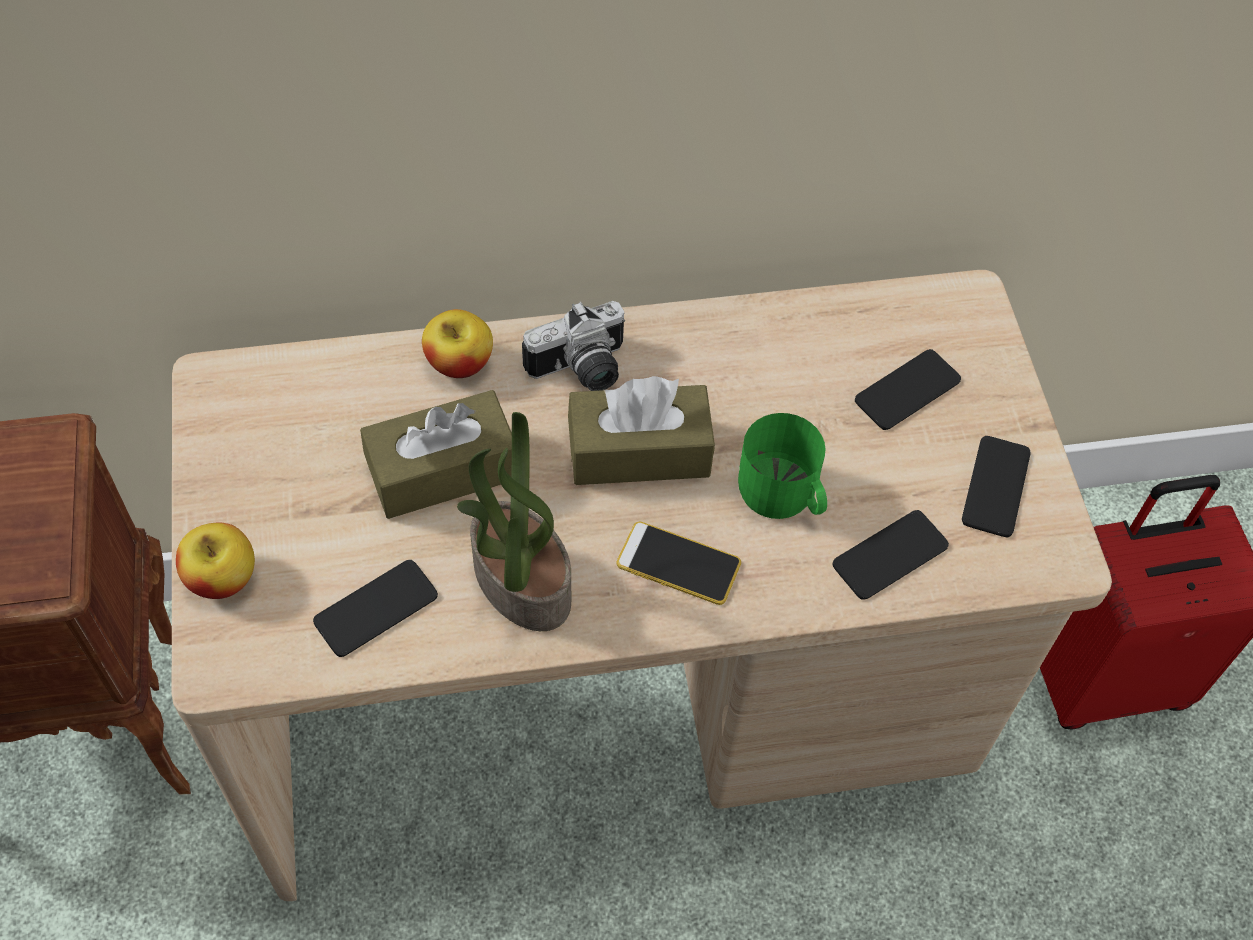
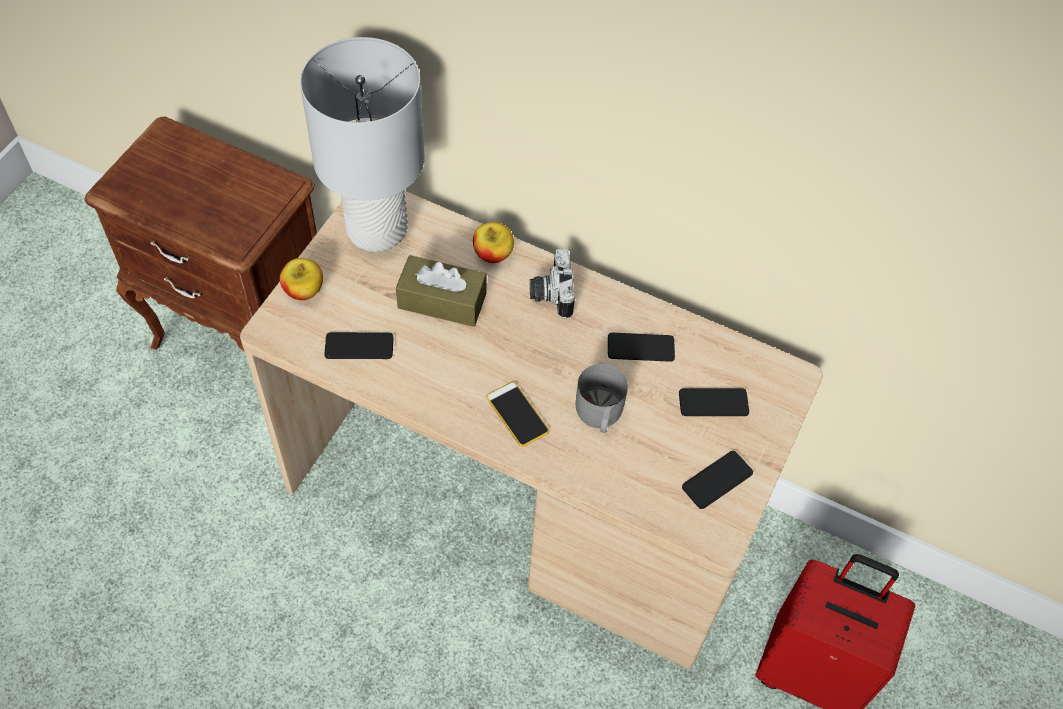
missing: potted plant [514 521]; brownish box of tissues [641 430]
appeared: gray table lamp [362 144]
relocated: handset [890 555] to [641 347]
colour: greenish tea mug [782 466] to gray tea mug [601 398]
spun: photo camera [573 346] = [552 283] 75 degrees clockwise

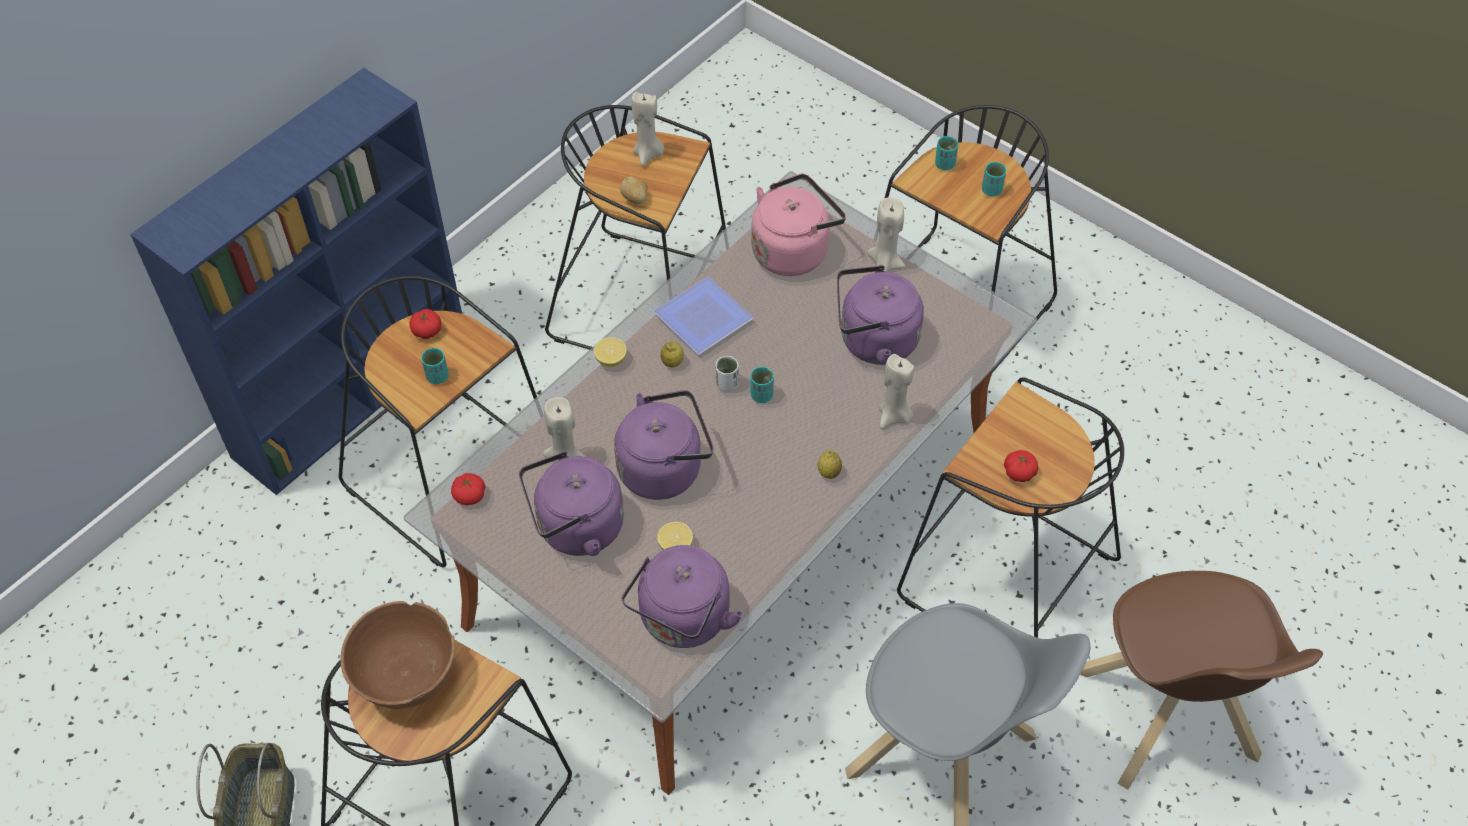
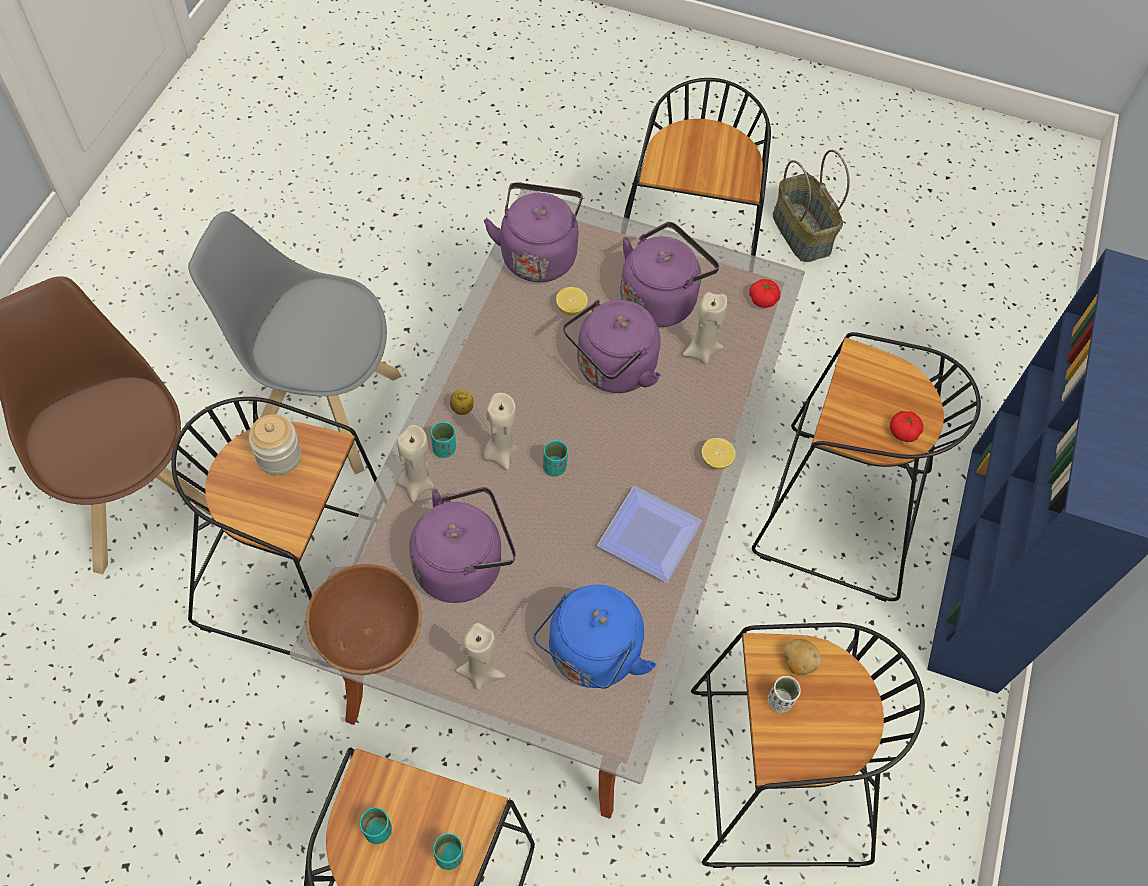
missing: whole lemon [672 354]
relocated: brownish bowl [397 655] to [364 619]; turquoise small cup [435 366] to [443 440]; beige-coloured wax light [647 129] to [501 431]; white-coloured small cup [727 374] to [784 694]
exchanged: whole tomato [1021 466] to storage jar [275 444]
colour: pink tea kettle [798 224] to bluish tea kettle [595 637]

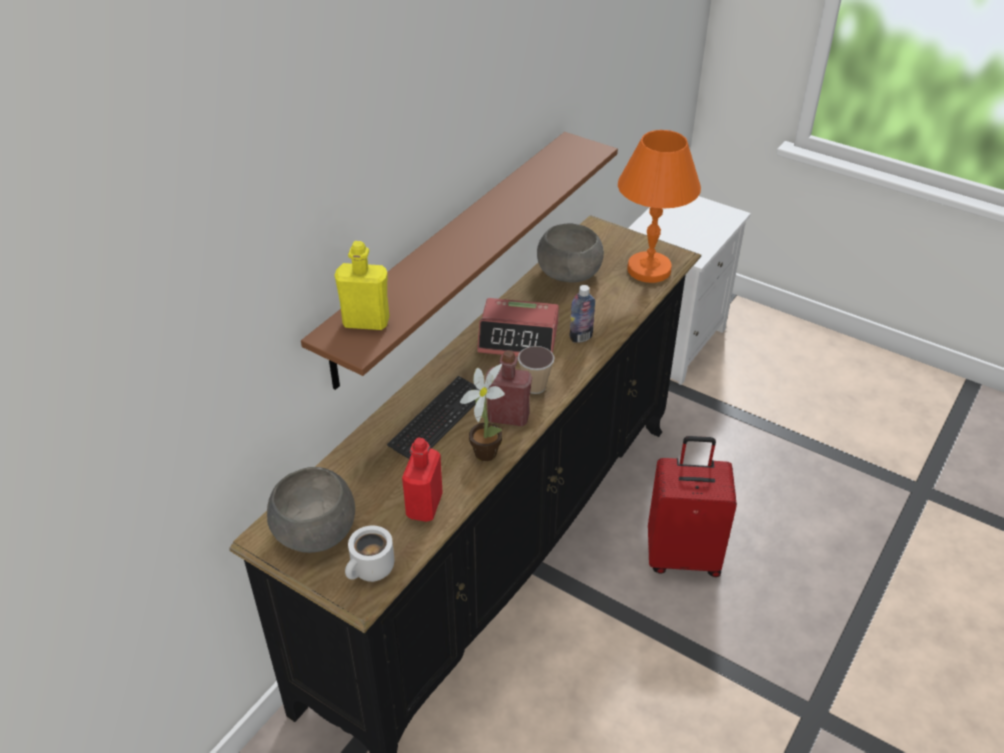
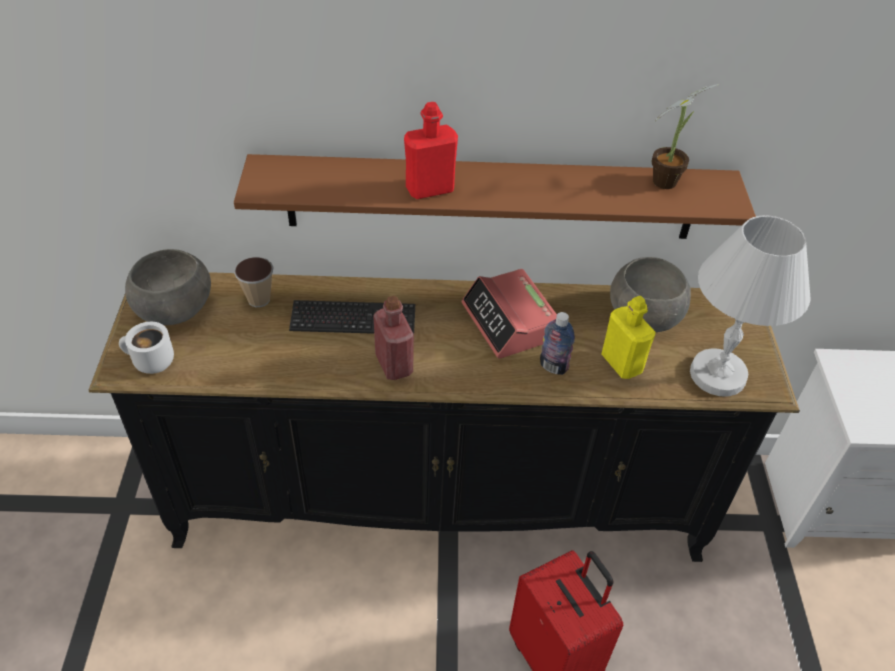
relocated: yellow-coloured beverage bottle [362 285] to [629 337]; reddish beverage bottle [422 479] to [431 150]; potted plant [482 412] to [685 136]; small cup [536 370] to [254 282]
colour: orangey table lamp [659 206] to white-coloured table lamp [750 305]

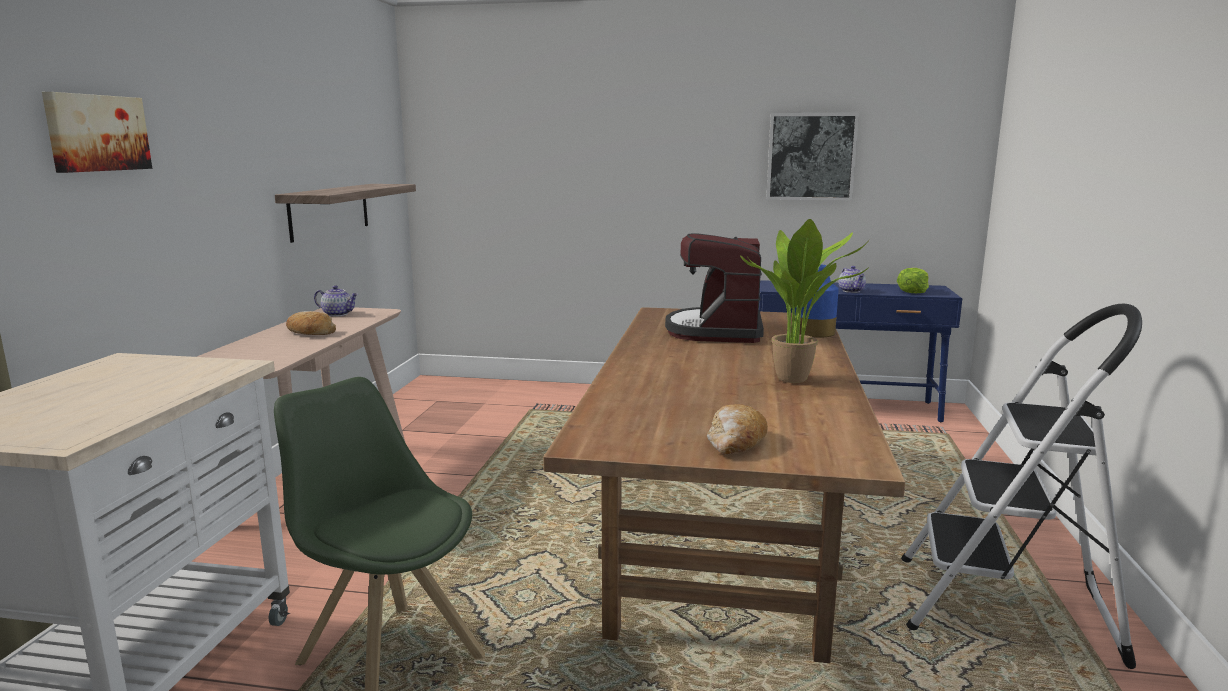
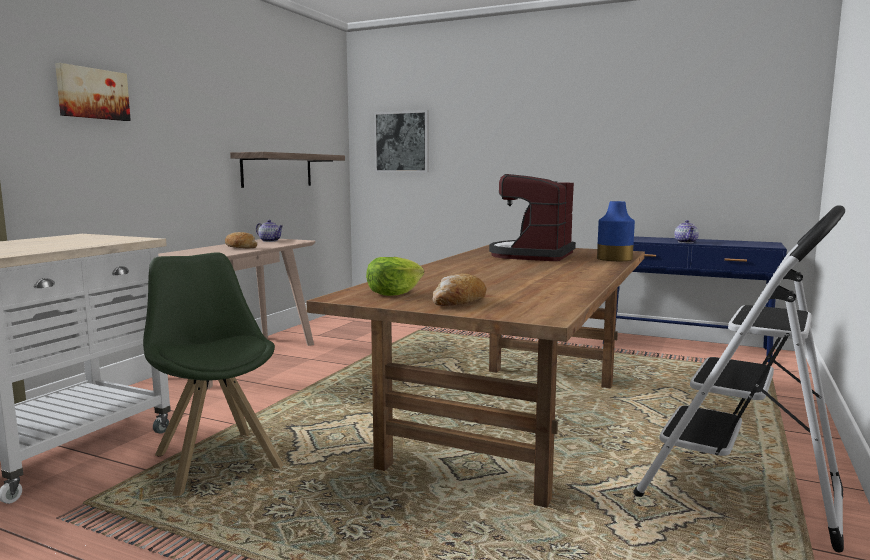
missing: potted plant [805 301]
relocated: wall picture [812 156] to [401 141]; head of lettuce [913 280] to [395 276]

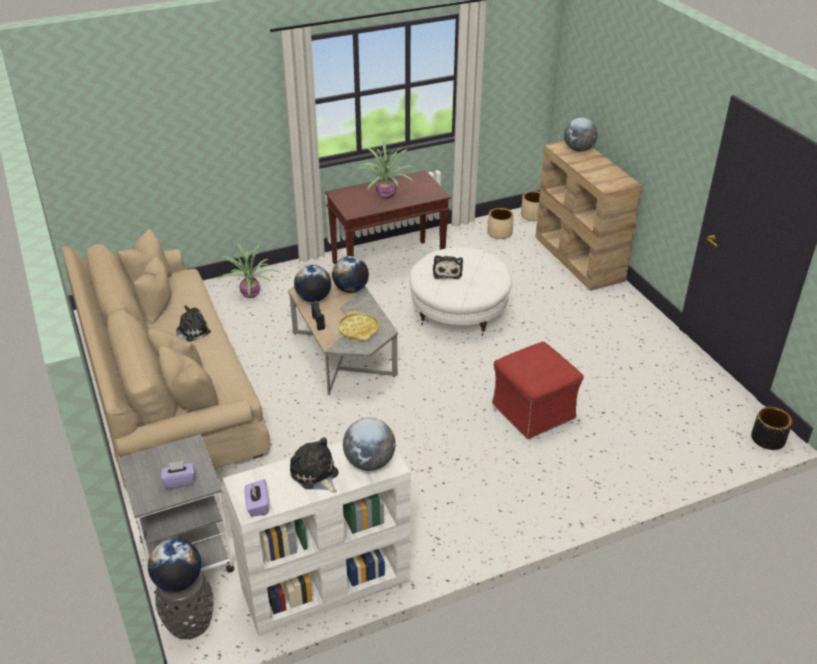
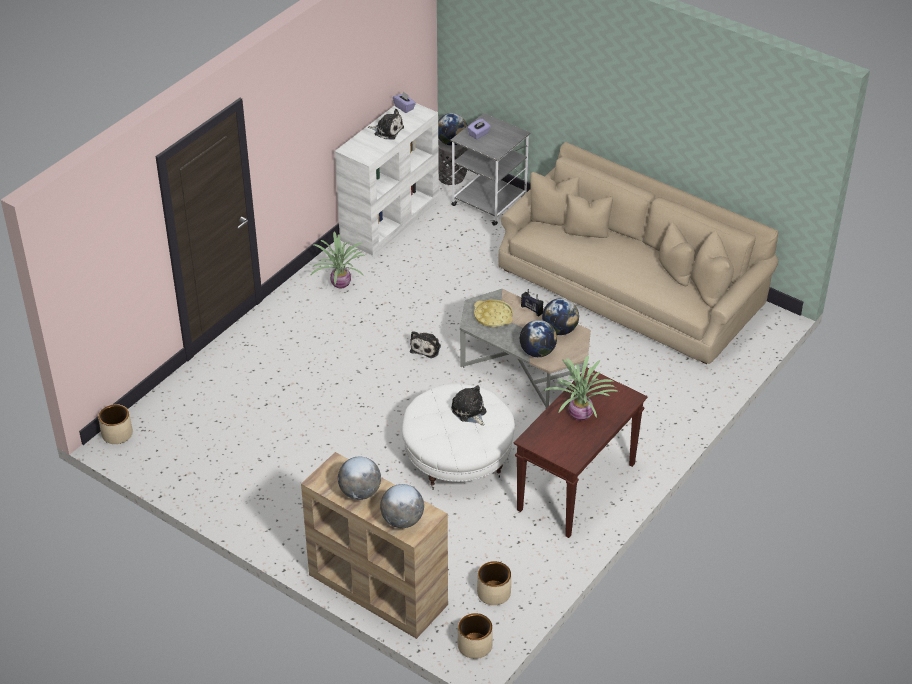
missing: reddish pouffe [538 390]
relocated: plush toy [193 323] to [425 344]; potted plant [249 271] to [337 260]; world globe [369 444] to [359 478]
colour: black-coloured flower pot [771 428] to beige-coloured flower pot [115 424]

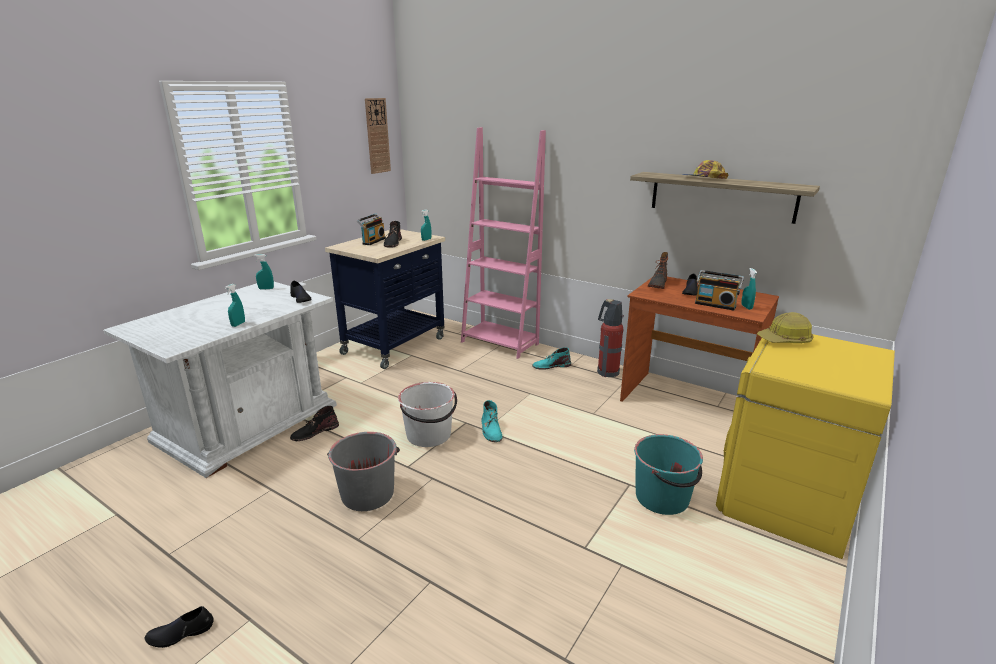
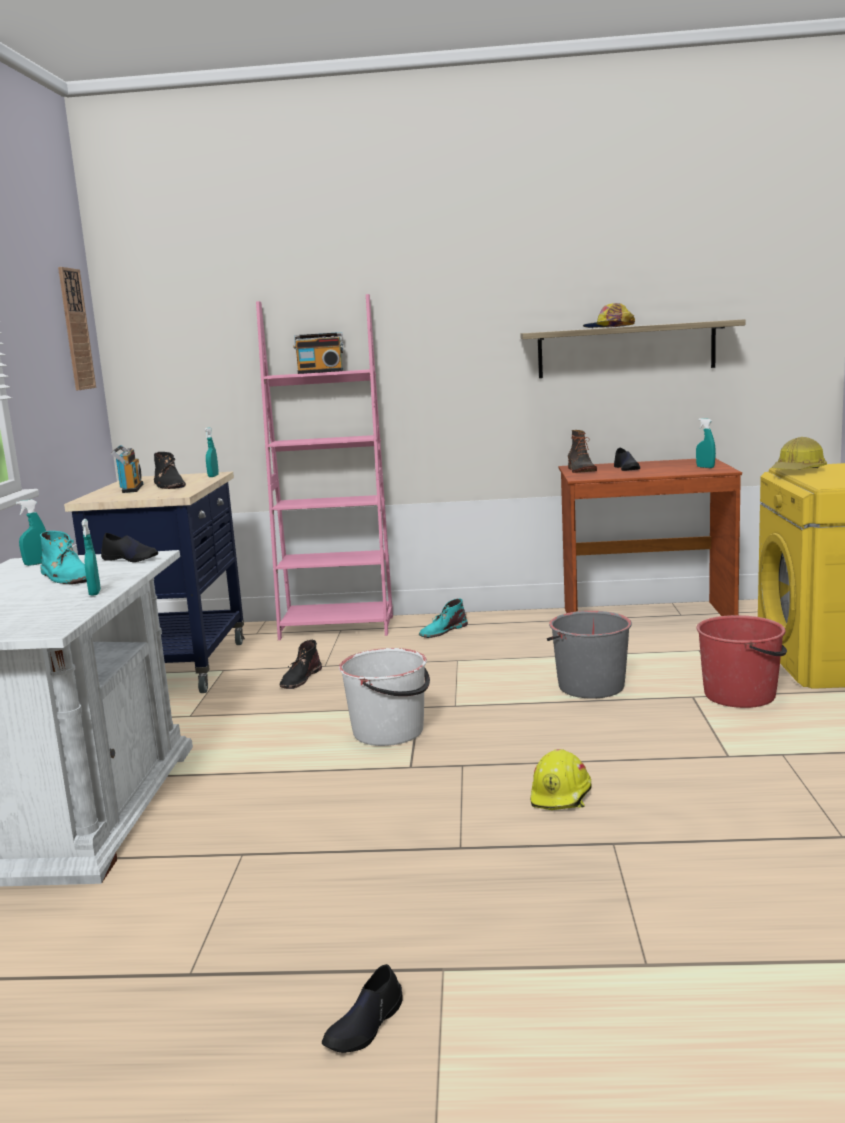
missing: fire-fighting cylinder [610 338]
appeared: yellow-coloured hard hat [561 779]
relocated: black-coloured high-top boot [314 423] to [301 664]; gray pail [363 471] to [589 655]; turquoise high-top boot [492 421] to [63 557]; radio receiver [719 290] to [318 353]
colour: turquoise pail [668 474] to reddish pail [741 661]

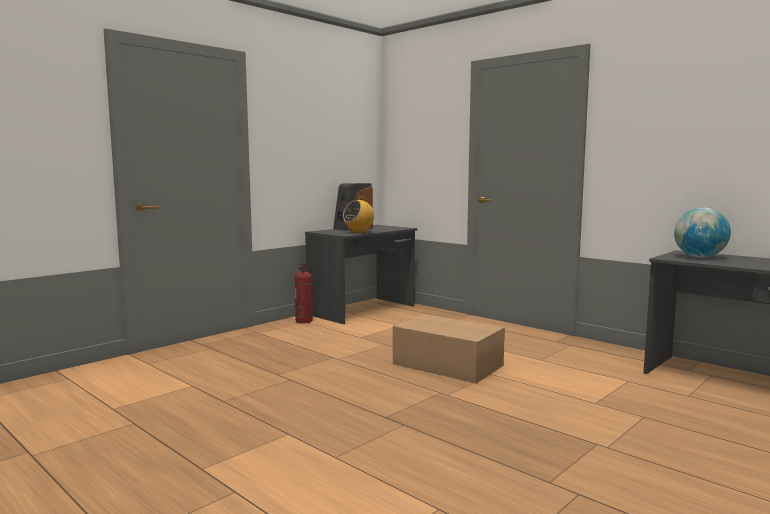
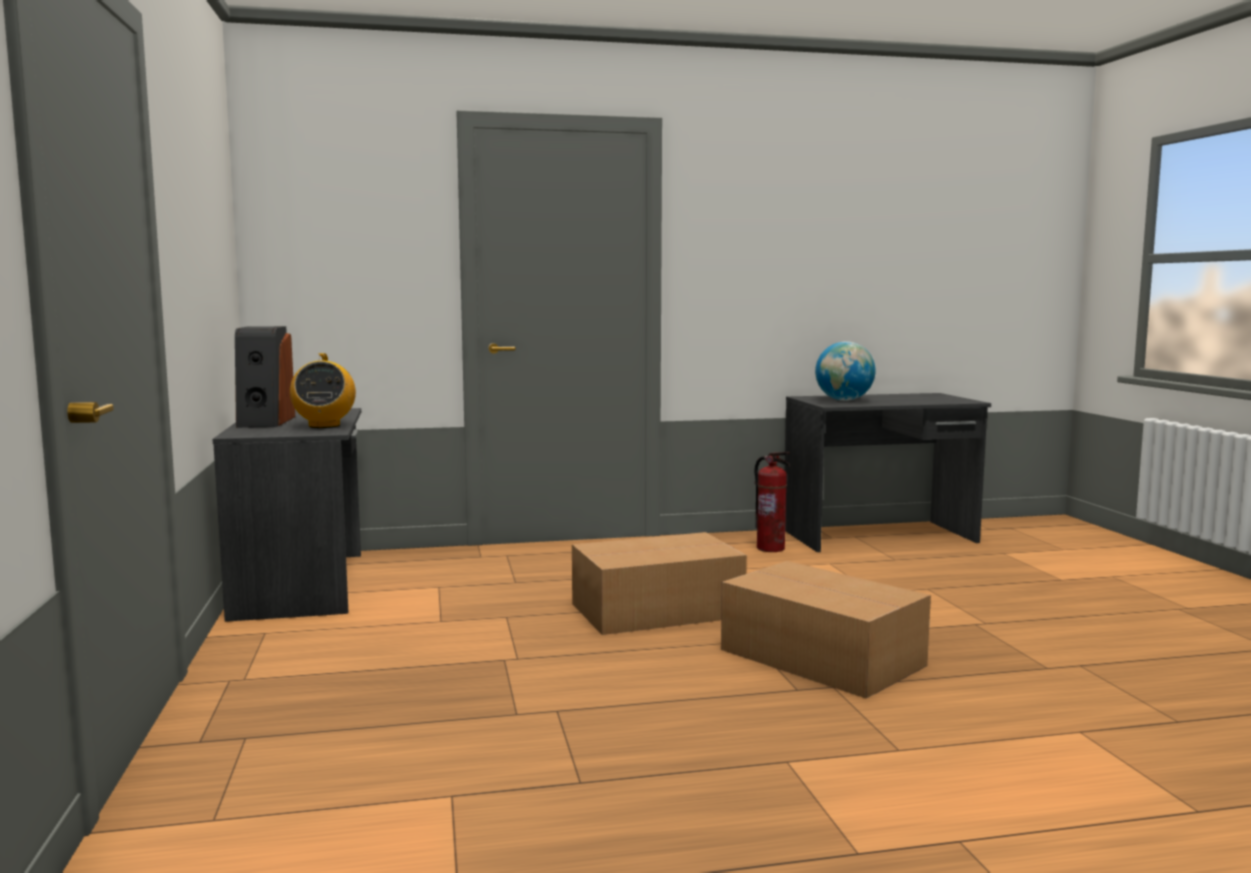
appeared: carton [826 630]
relocated: fire-fighting cylinder [303 294] to [772 502]

